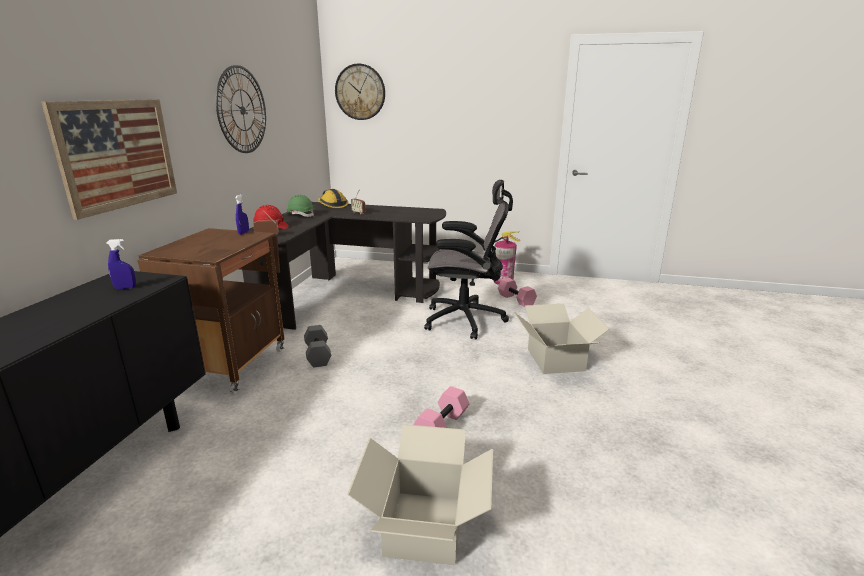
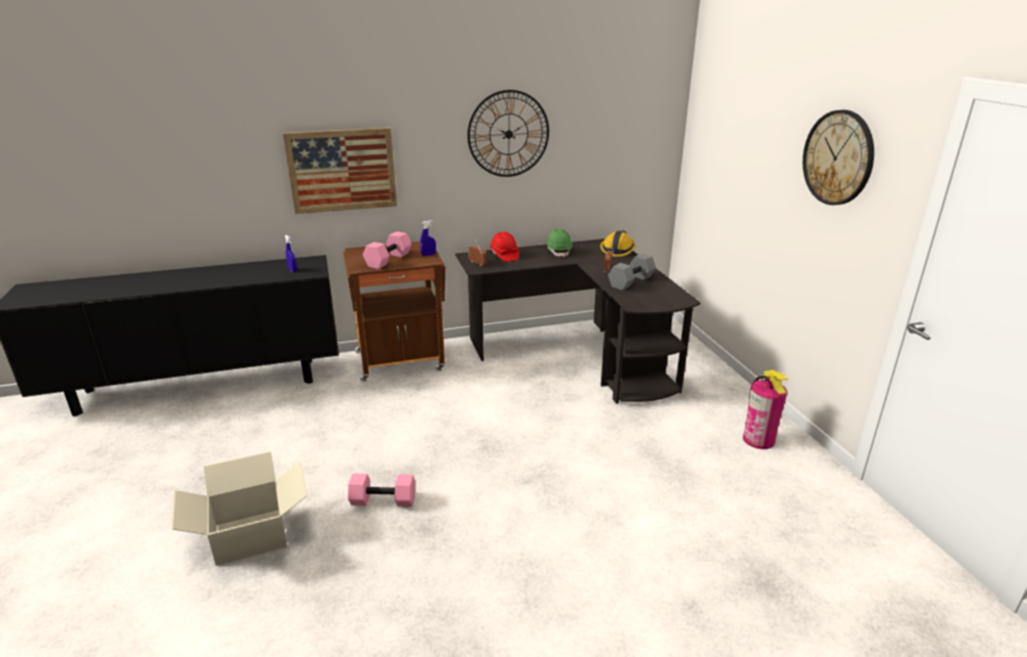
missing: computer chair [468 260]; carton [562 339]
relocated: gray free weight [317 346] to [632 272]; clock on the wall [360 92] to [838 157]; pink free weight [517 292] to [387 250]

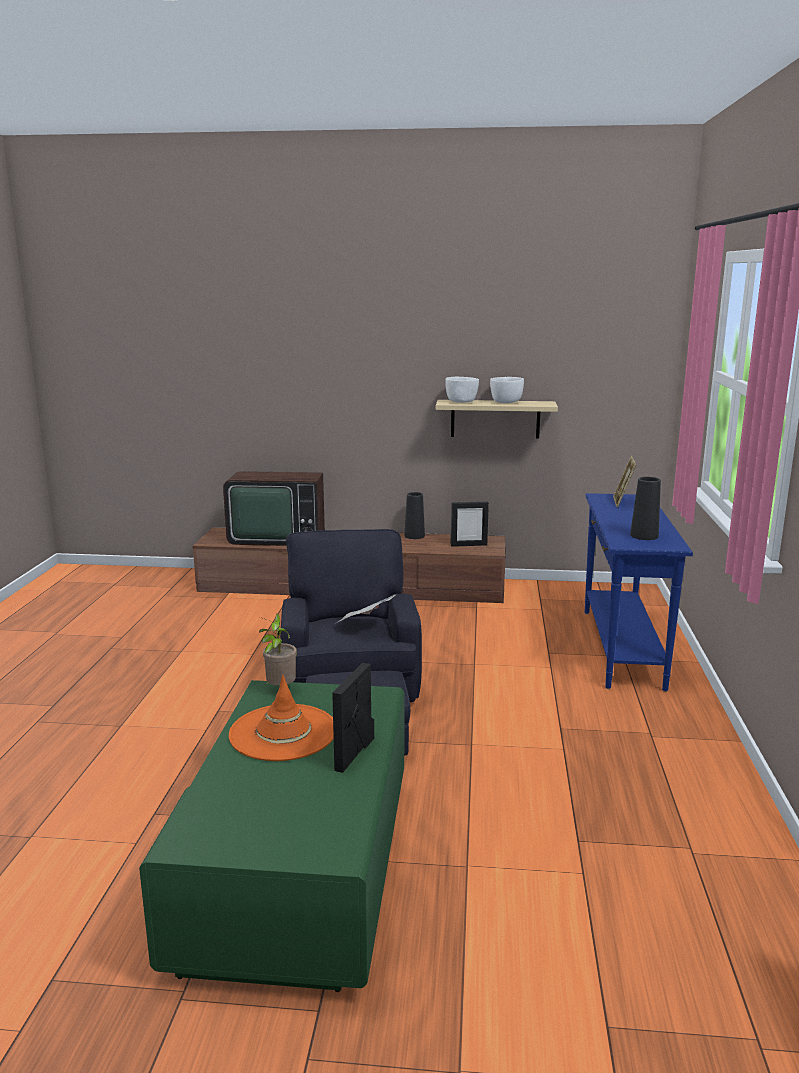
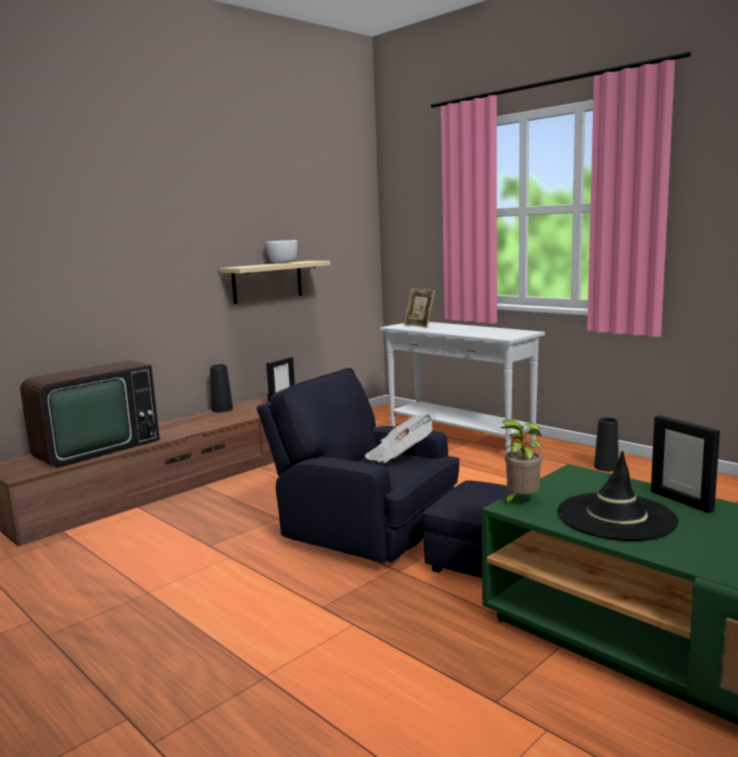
missing: white-coloured bowl [462 390]
relocated: black-coloured flower vase [645 508] to [606 444]
colour: orangey wearable hat [281 718] to black-coloured wearable hat [618 496]; bluish hall table [639 592] to white-coloured hall table [462 387]

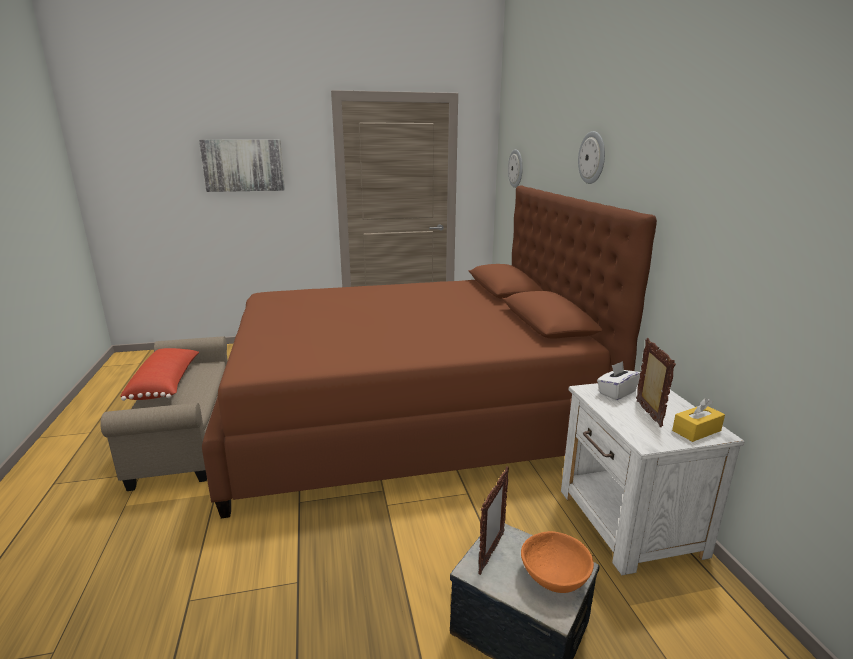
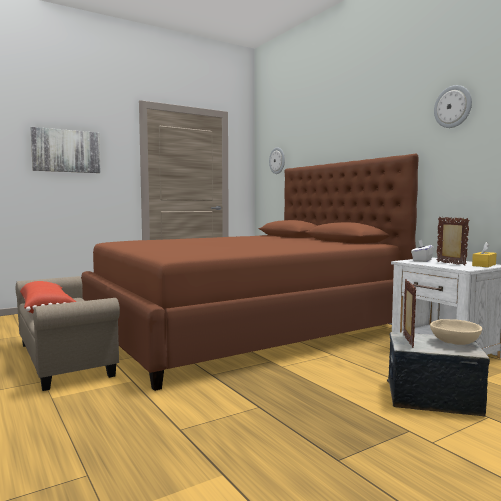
relocated: clock on the wall [591 157] to [453 106]
colour: orangey bowl [557 562] to beige-coloured bowl [456 332]

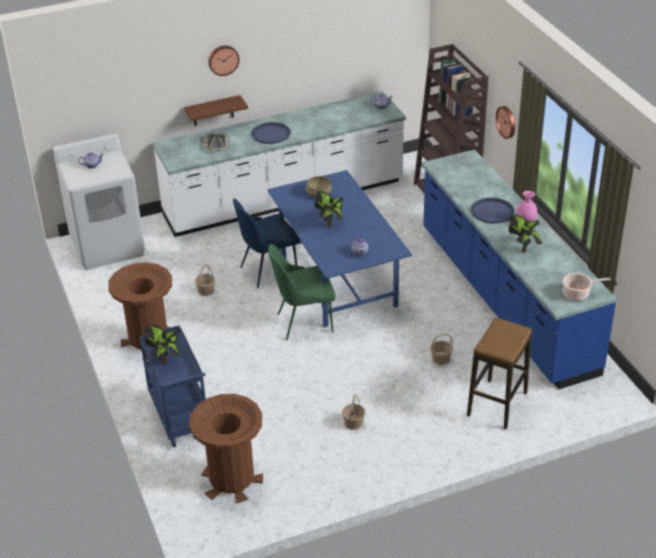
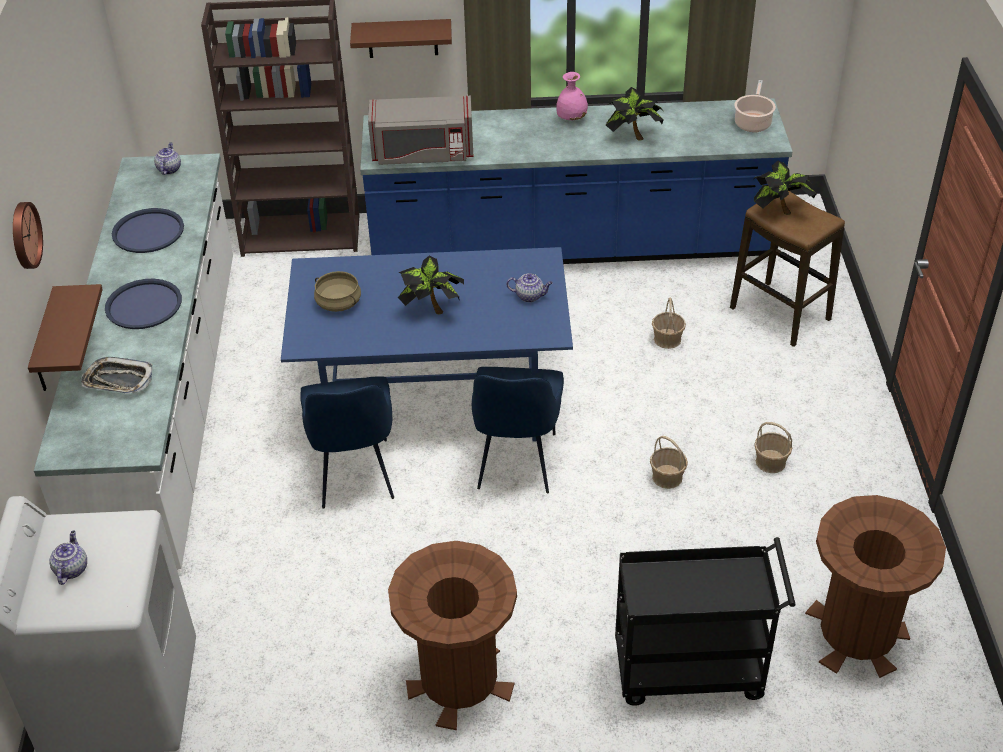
appeared: gray microwave [420 130]
relocated: potted plant [162 344] to [785 188]; household basket [205 280] to [669 462]; bluish serving tray [493 210] to [148 230]
exchanged: clock on the wall [505 122] to brownish bracket shelf [401 38]
colour: bluish wheeled cart [173 386] to black-coloured wheeled cart [705 621]; greenish plain chair [302 292] to bluish plain chair [518 430]

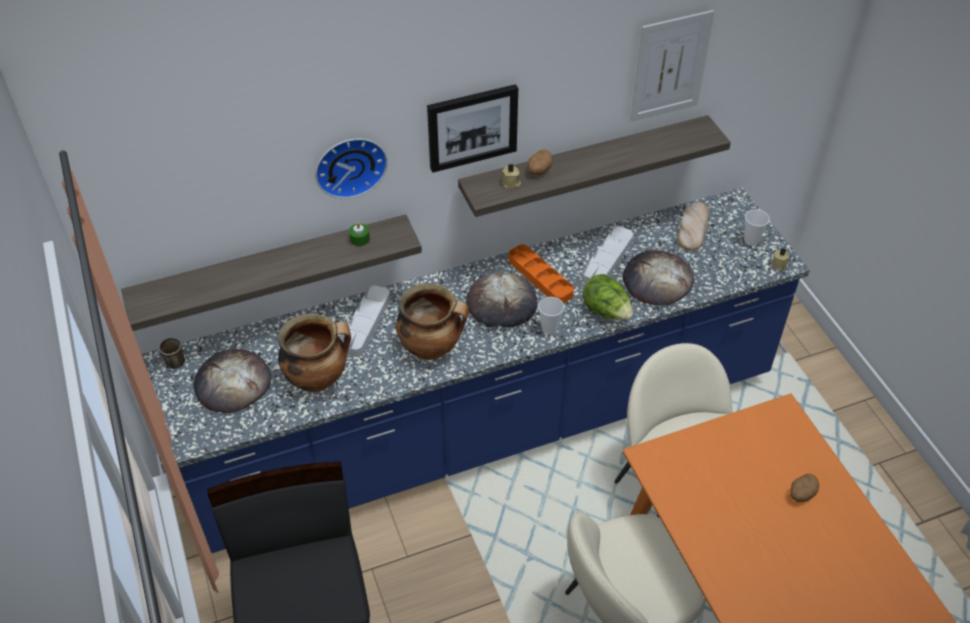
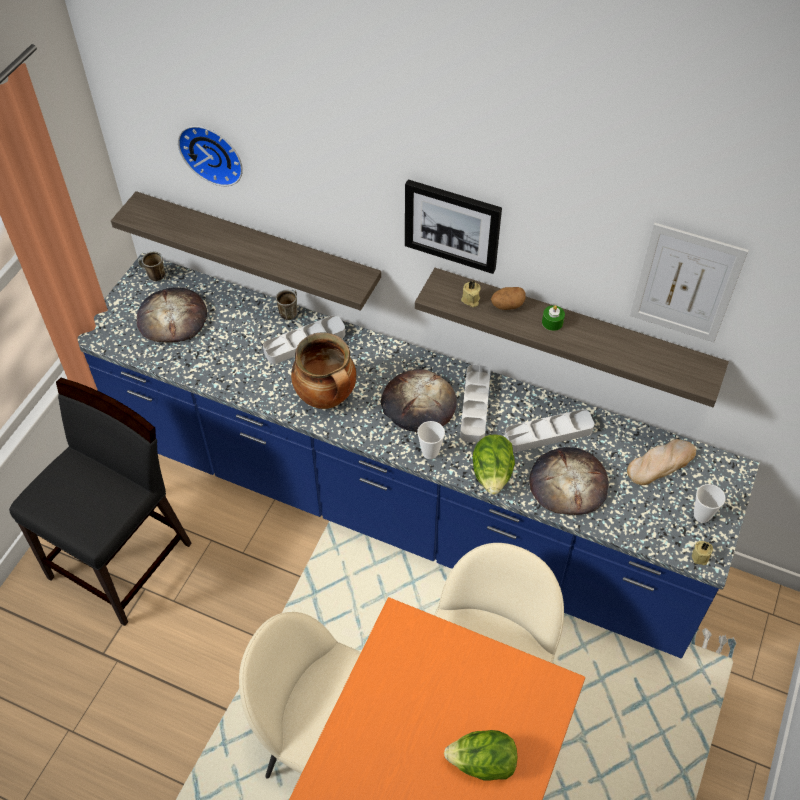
missing: cooking pot [314 352]
appeared: tea mug [287 305]
relocated: clock on the wall [351 168] to [210 156]; greenish wax light [359 234] to [553 318]
exchanged: whole potato [804 488] to head of lettuce [481 755]
colour: orangey serving tray [541 274] to gray serving tray [475 403]

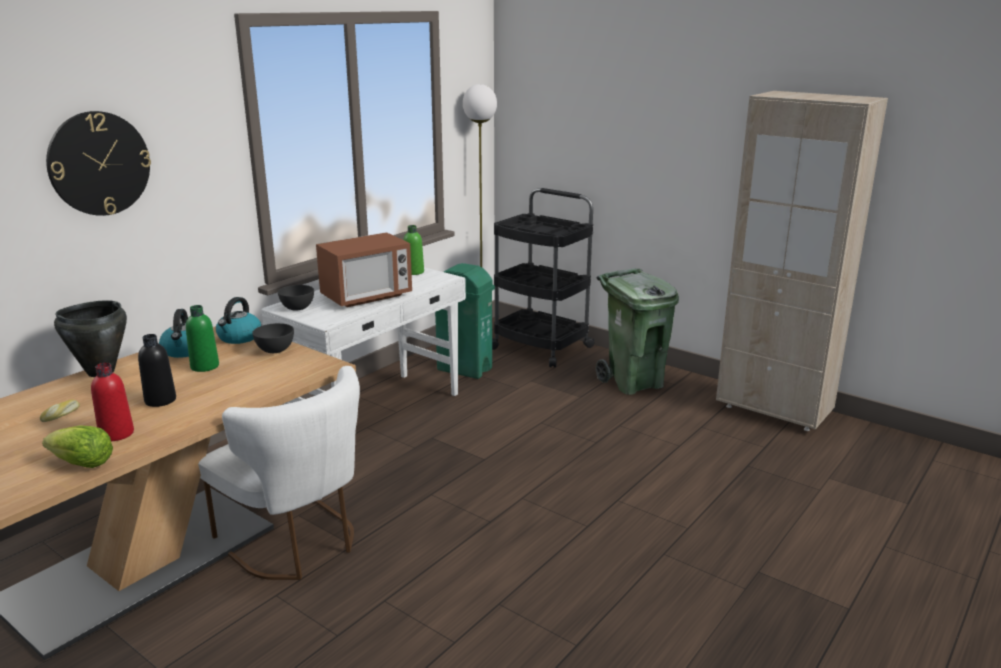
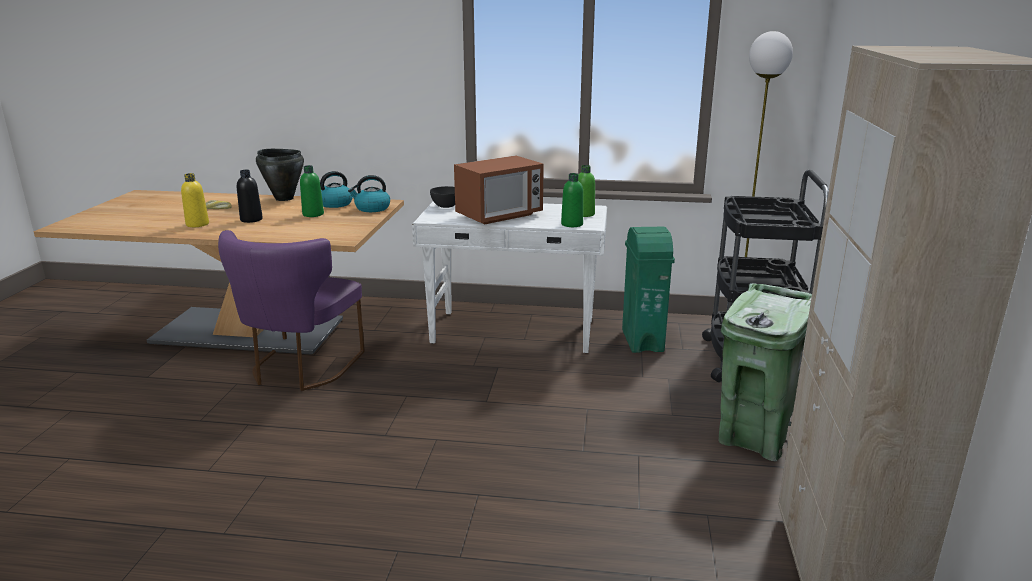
missing: head of lettuce [77 446]; clock on the wall [98 163]; gray bowl [273 338]
appeared: greenish beverage bottle [572 200]
colour: reddish beverage bottle [112 402] to yellow-coloured beverage bottle [195 200]; white-coloured plain chair [279 473] to purple-coloured plain chair [291 310]
spun: microwave [364 269] = [499 190] 60 degrees counterclockwise

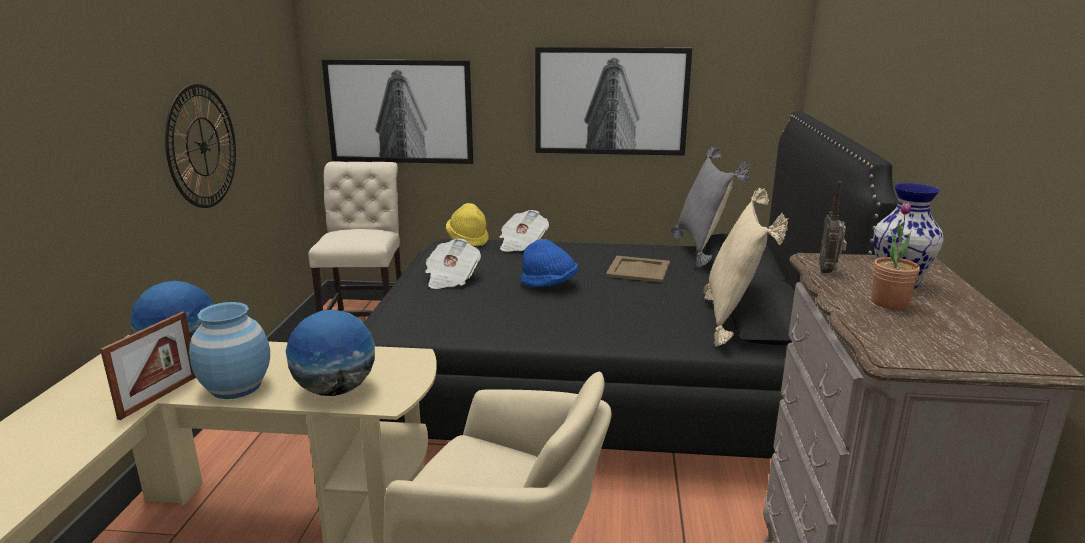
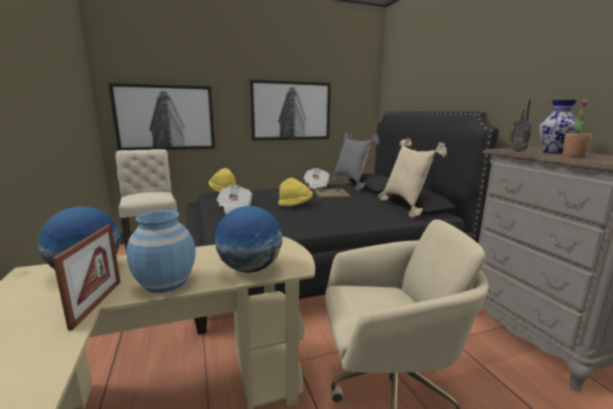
missing: clock on the wall [200 146]
relocated: daily paper [524 231] to [316 178]
colour: bluish wearable hat [549 263] to yellow-coloured wearable hat [295 192]

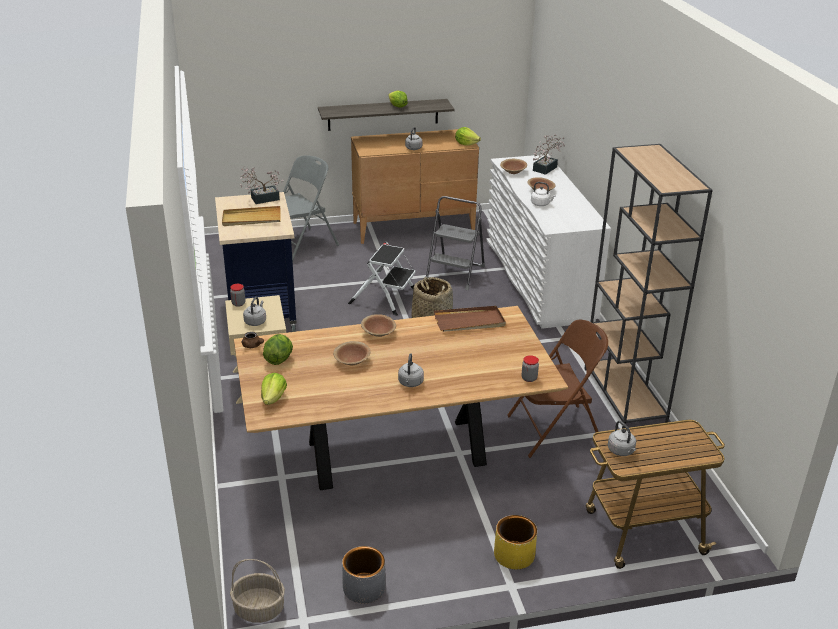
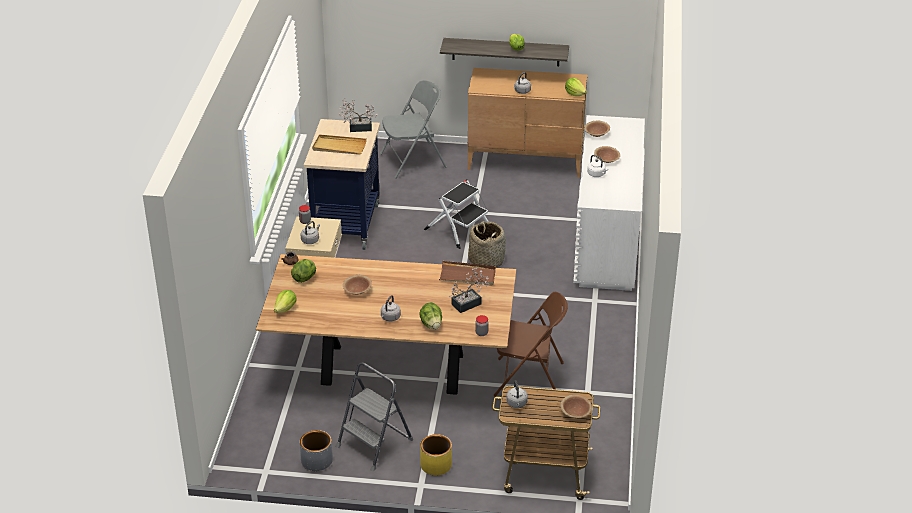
missing: household basket [257 591]; bookcase [648 286]
appeared: head of lettuce [430 315]
relocated: brownish bowl [378 325] to [576 406]; gray stepladder [455 243] to [374 416]; potted plant [549 154] to [469 290]

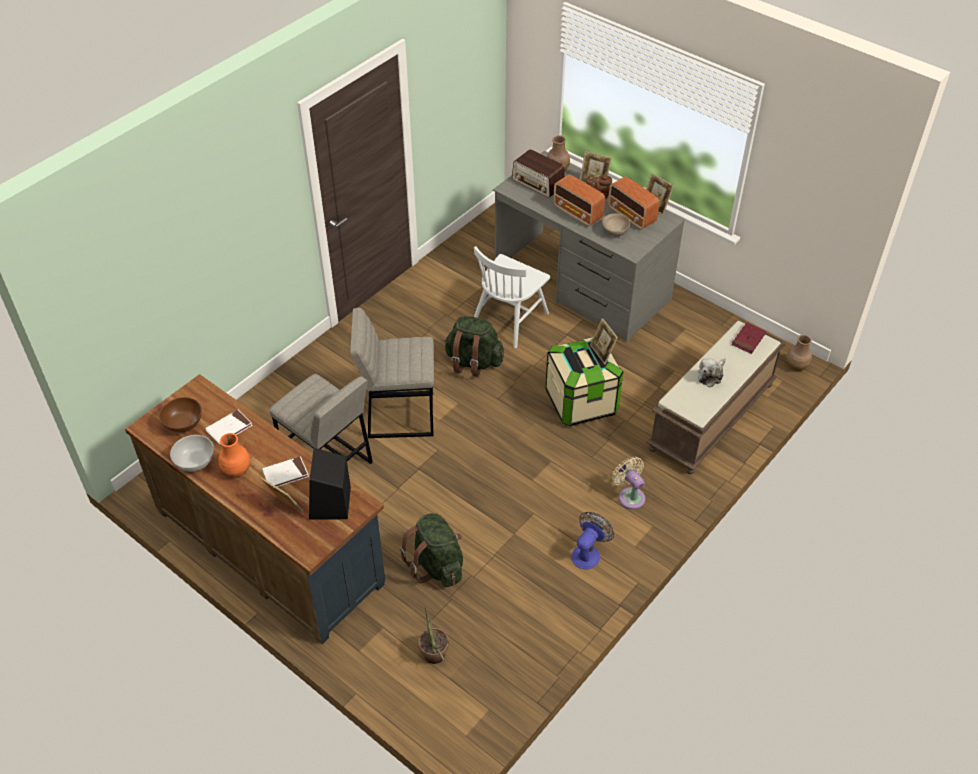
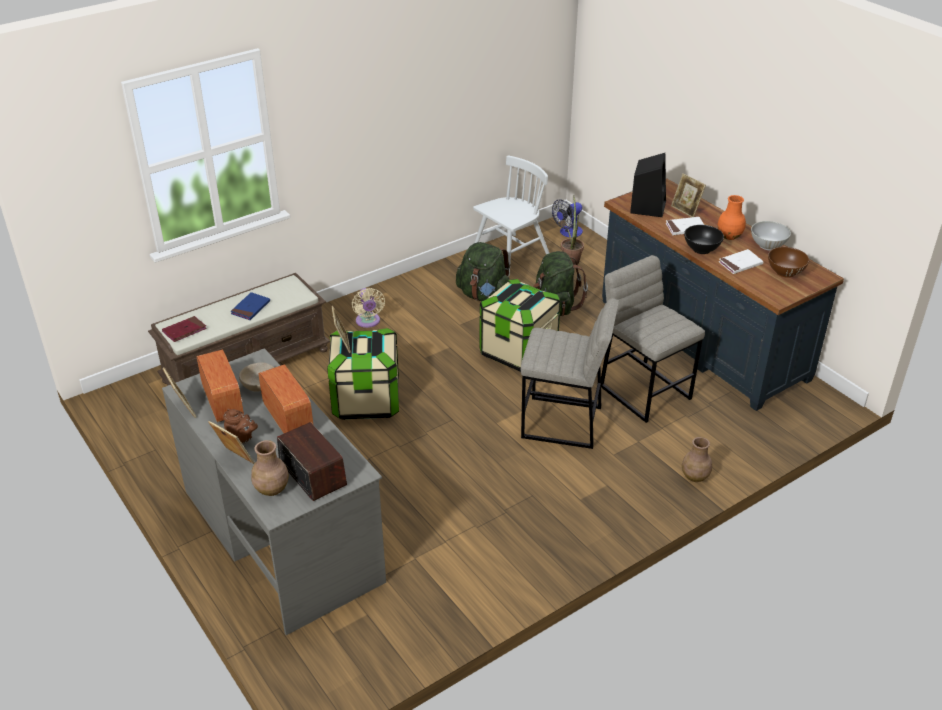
appeared: storage container [520 325]; black-coloured bowl [704 239]
relocated: greenish rucksack [474 346] to [483 271]; white-coloured plain chair [512 297] to [511 216]; fan [593 540] to [567 218]; brownish flower vase [799 353] to [697 459]
exchanged: plush toy [712 372] to bluish volume [250 306]

